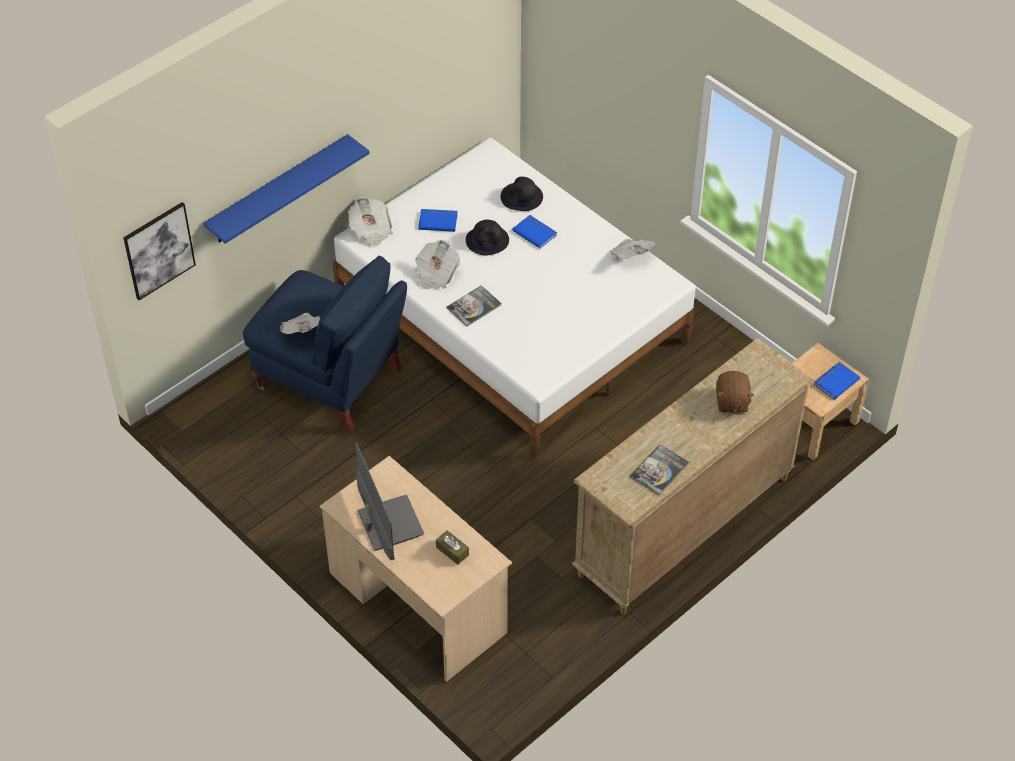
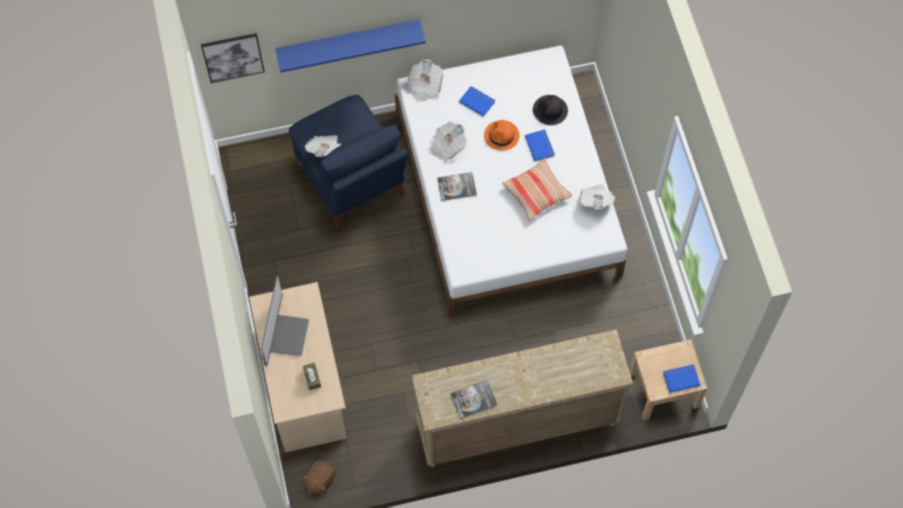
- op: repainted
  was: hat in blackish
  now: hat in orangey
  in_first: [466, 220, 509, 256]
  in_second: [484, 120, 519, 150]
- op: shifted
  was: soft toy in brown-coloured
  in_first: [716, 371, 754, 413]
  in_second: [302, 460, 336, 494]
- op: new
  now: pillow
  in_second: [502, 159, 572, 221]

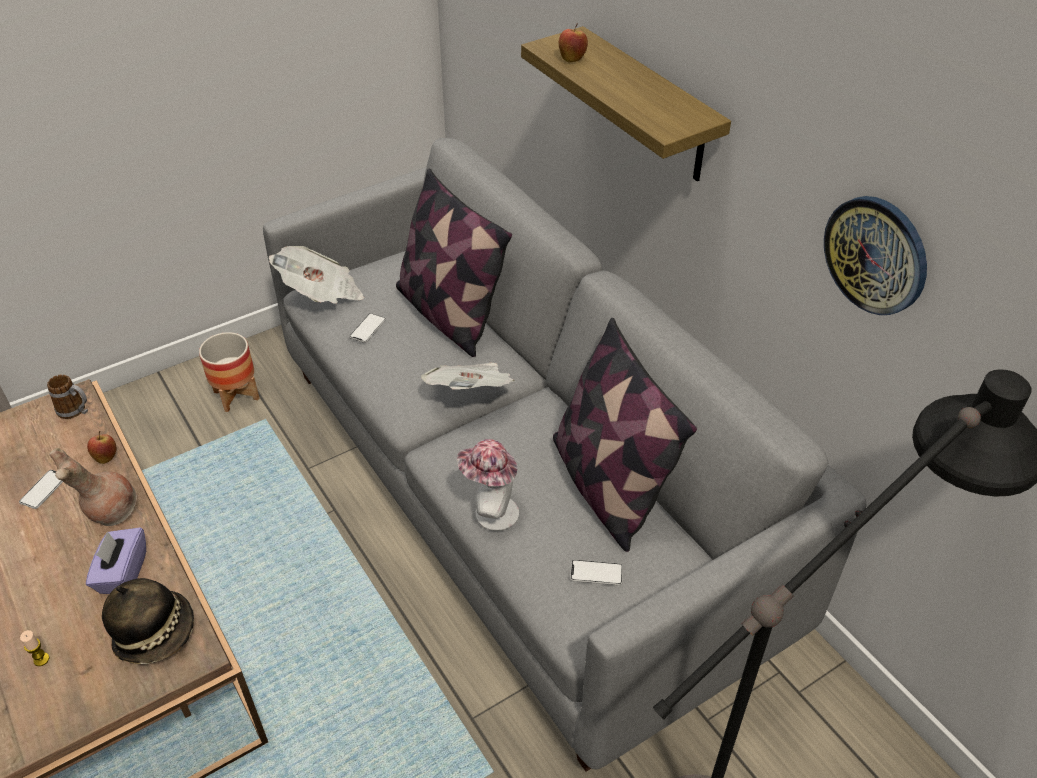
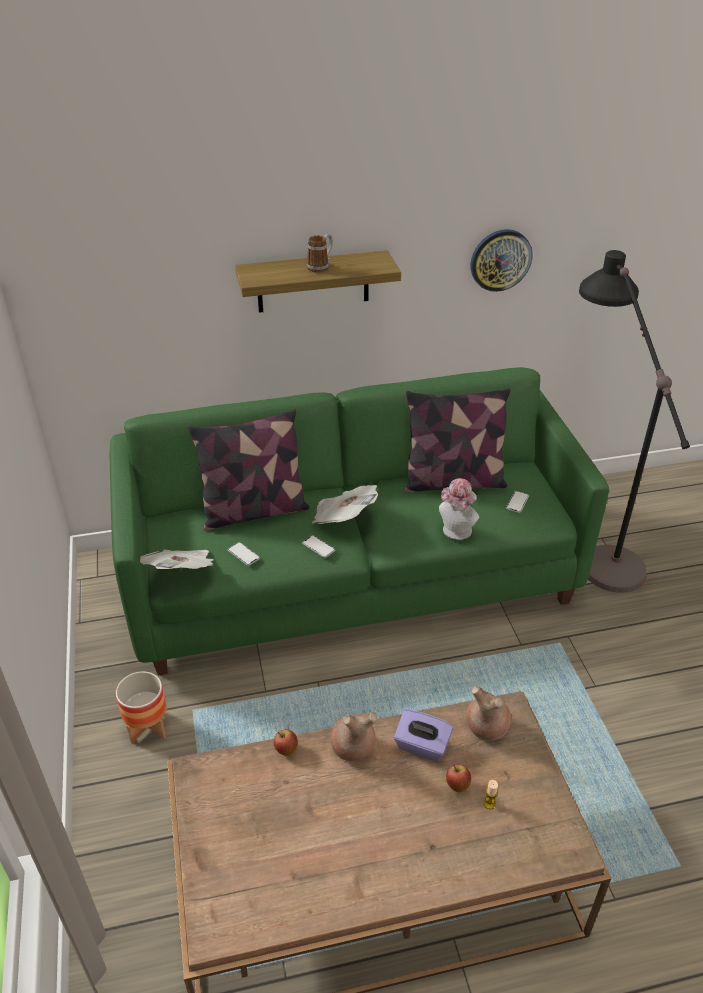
- op: shifted
  was: apple fruit
  in_first: [559, 23, 588, 62]
  in_second: [446, 764, 471, 792]
- op: repainted
  was: sofa in gray
  now: sofa in green
  in_first: [263, 138, 866, 772]
  in_second: [110, 367, 609, 675]
- op: shifted
  was: mug
  in_first: [47, 375, 88, 419]
  in_second: [307, 234, 333, 273]
- op: shifted
  was: telephone
  in_first: [19, 470, 63, 509]
  in_second: [302, 535, 335, 558]
- op: swapped
  was: hat
  now: flower vase in brown-coloured
  in_first: [102, 578, 194, 664]
  in_second: [466, 686, 511, 741]

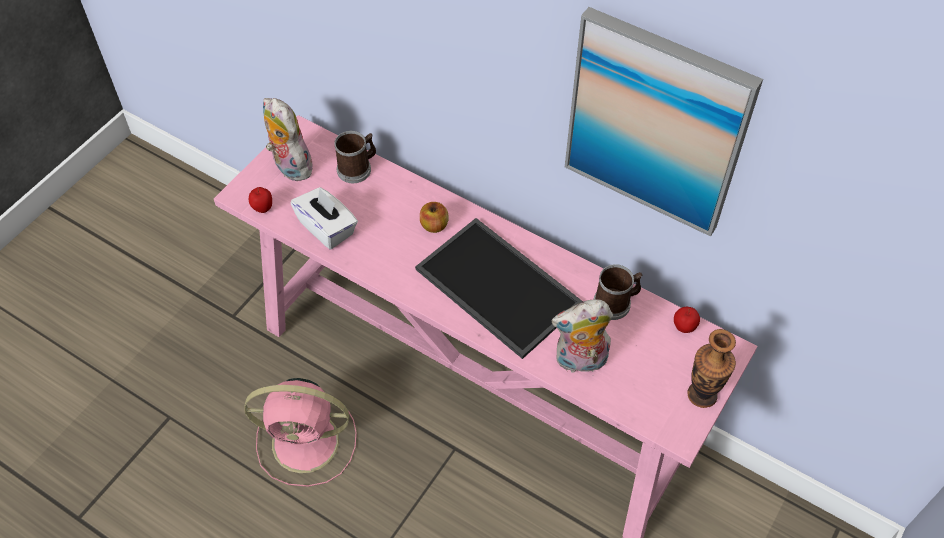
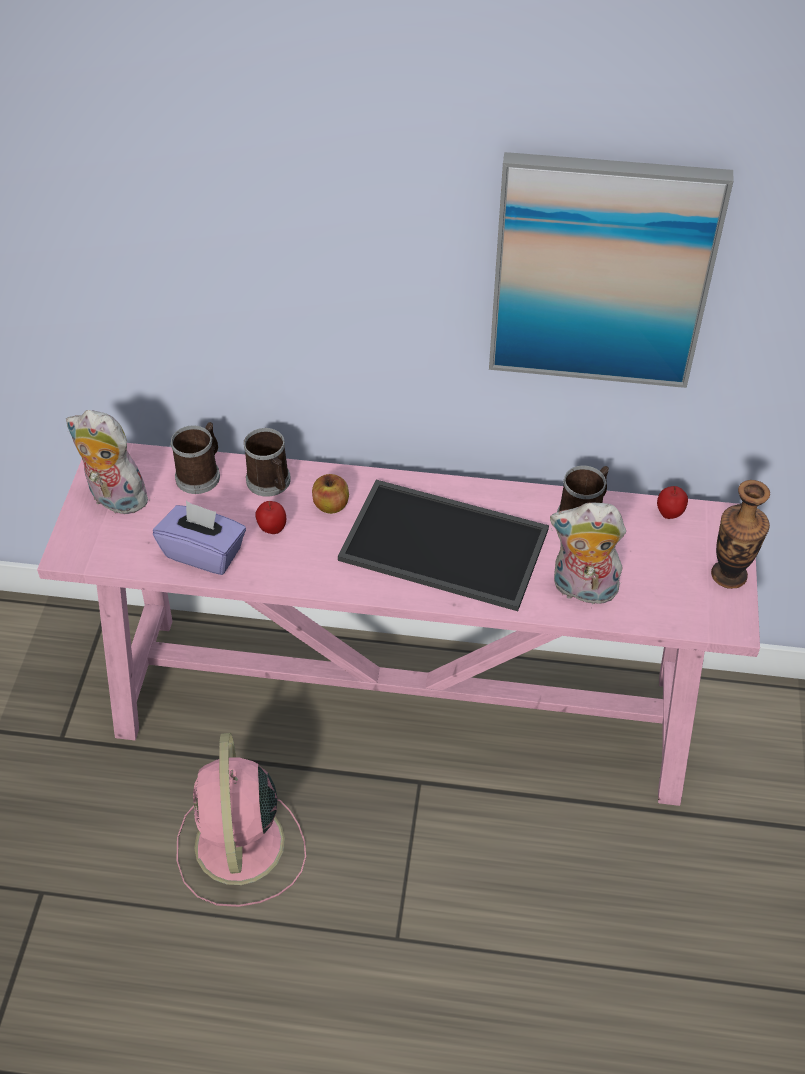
- op: shifted
  was: apple fruit
  in_first: [249, 187, 272, 213]
  in_second: [255, 501, 286, 534]
- op: repainted
  was: box of tissues in whitish
  now: box of tissues in purple-coloured
  in_first: [290, 187, 358, 250]
  in_second: [153, 501, 246, 575]
- op: rotated
  was: soft toy
  in_first: [552, 299, 613, 373]
  in_second: [550, 502, 626, 604]
  clockwise: 45
- op: rotated
  was: electric fan in pink
  in_first: [244, 378, 357, 487]
  in_second: [177, 733, 306, 907]
  clockwise: 105
- op: new
  now: mug
  in_second: [244, 428, 291, 497]

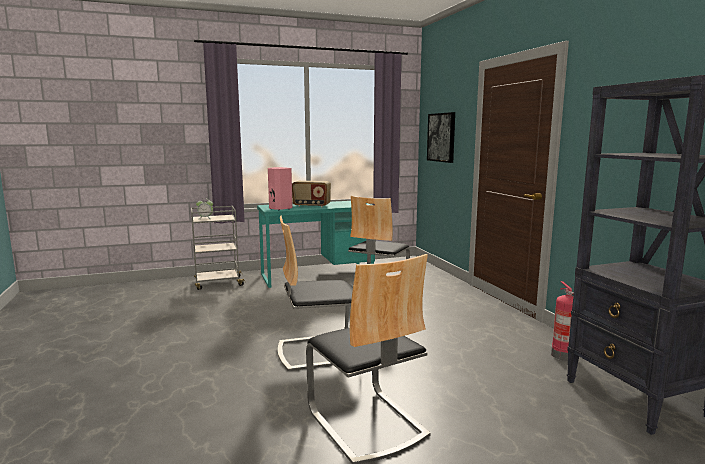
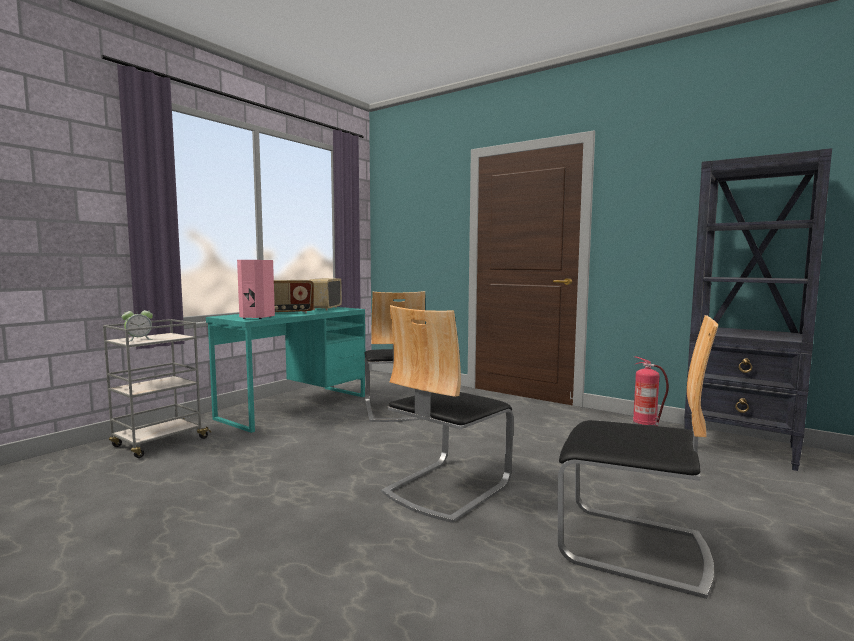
- op: gone
  was: wall art
  in_first: [427, 112, 455, 163]
- op: new
  now: radio set
  in_second: [309, 278, 342, 310]

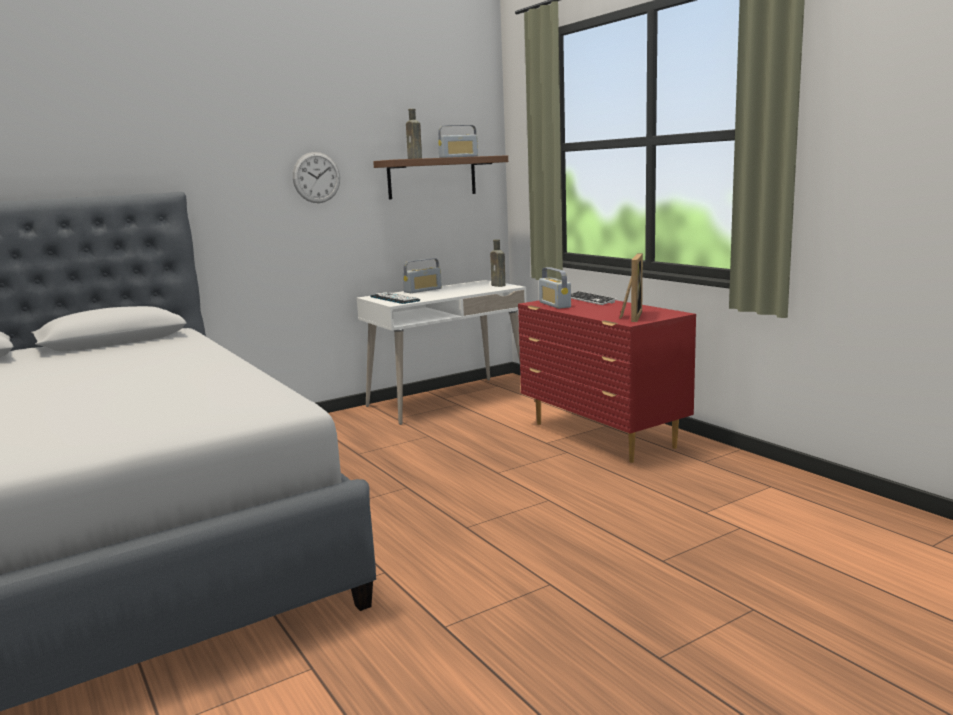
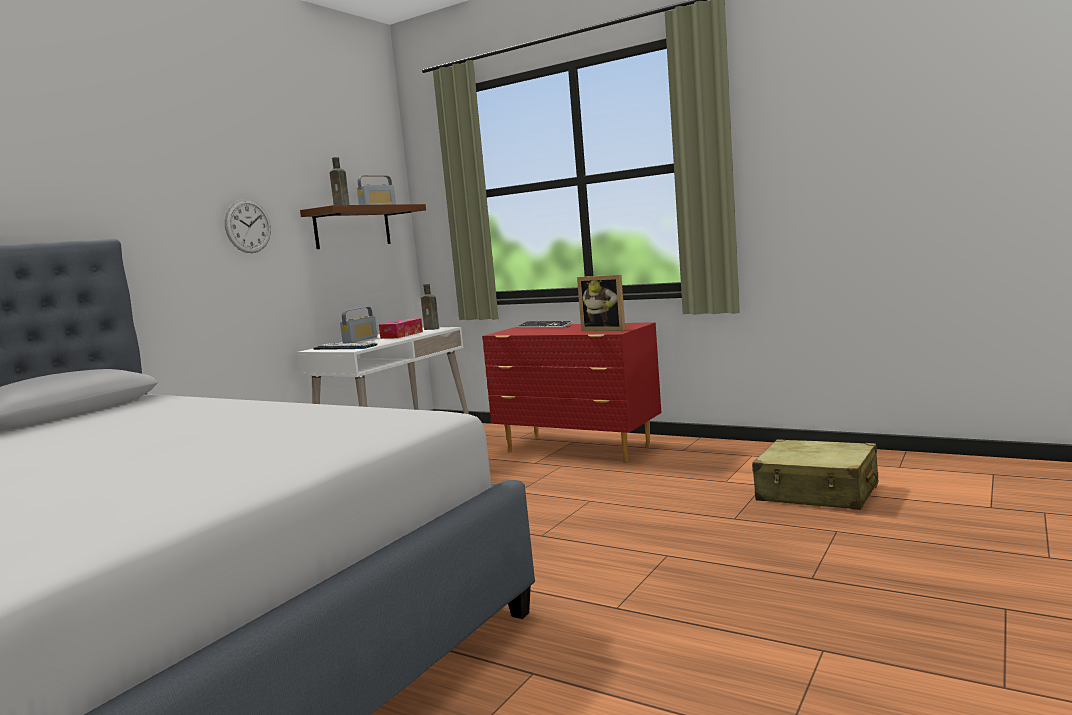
- op: rotated
  was: picture frame
  in_first: [620, 253, 643, 322]
  in_second: [577, 275, 625, 331]
  clockwise: 135
- op: gone
  was: radio set
  in_first: [539, 267, 571, 309]
- op: new
  now: box of tissues
  in_second: [379, 318, 423, 339]
- op: new
  now: suitcase in beige
  in_second: [752, 439, 879, 510]

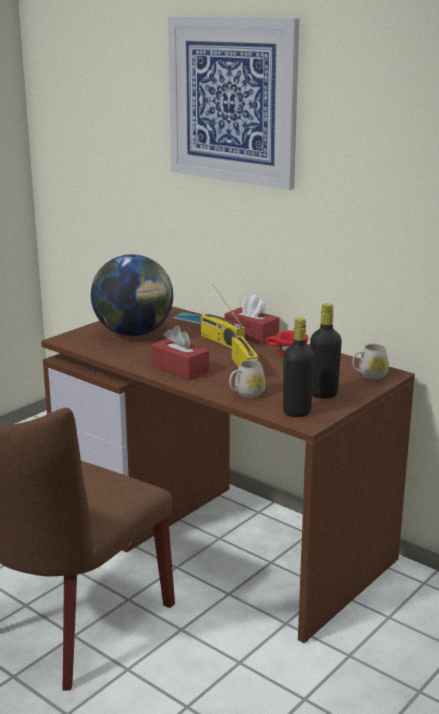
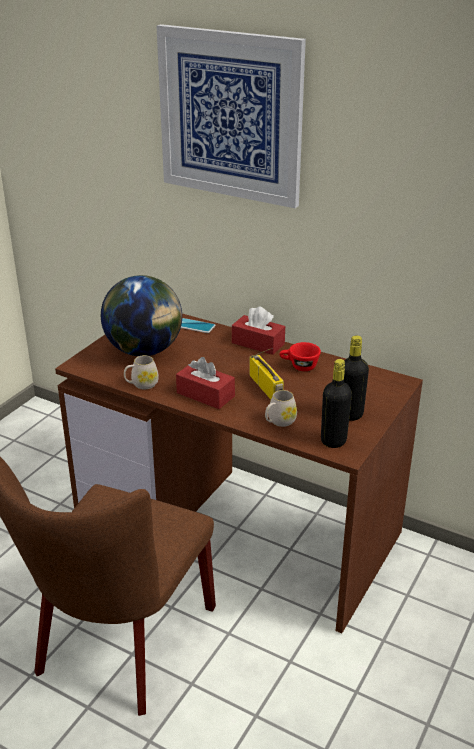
- op: gone
  was: radio set
  in_first: [201, 285, 245, 348]
- op: shifted
  was: mug in whitish
  in_first: [352, 344, 389, 379]
  in_second: [124, 355, 159, 389]

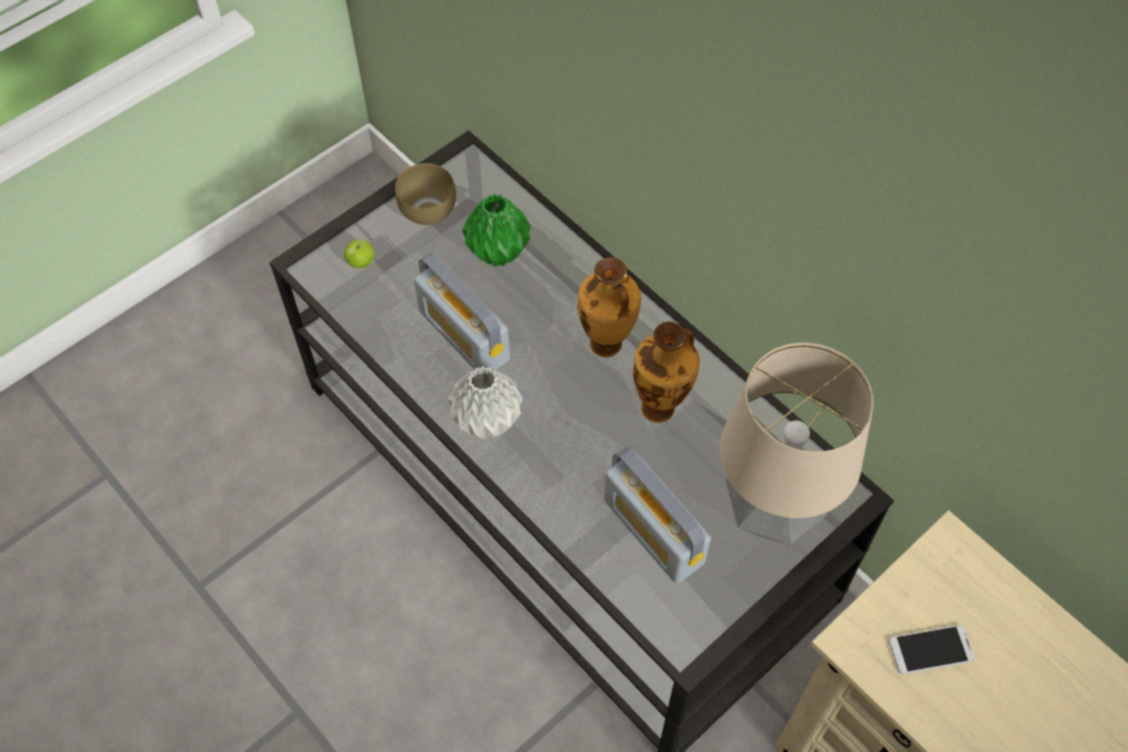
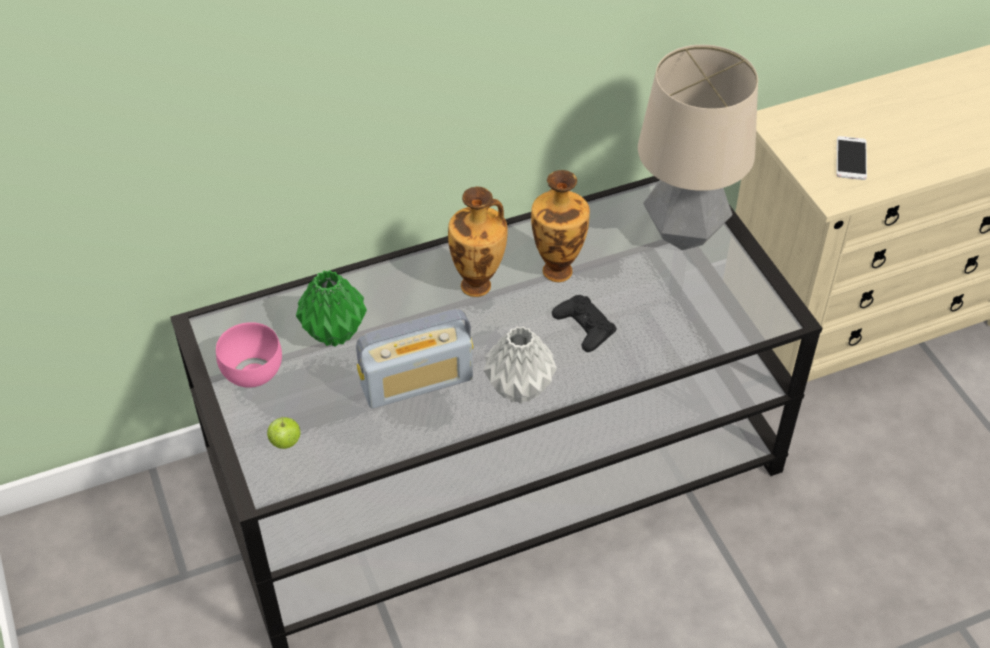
- op: repainted
  was: deep dish in brown-coloured
  now: deep dish in pink
  in_first: [395, 163, 456, 225]
  in_second: [216, 322, 282, 388]
- op: gone
  was: radio set
  in_first: [604, 447, 711, 583]
- op: new
  now: game controller in blackish
  in_second: [552, 295, 617, 352]

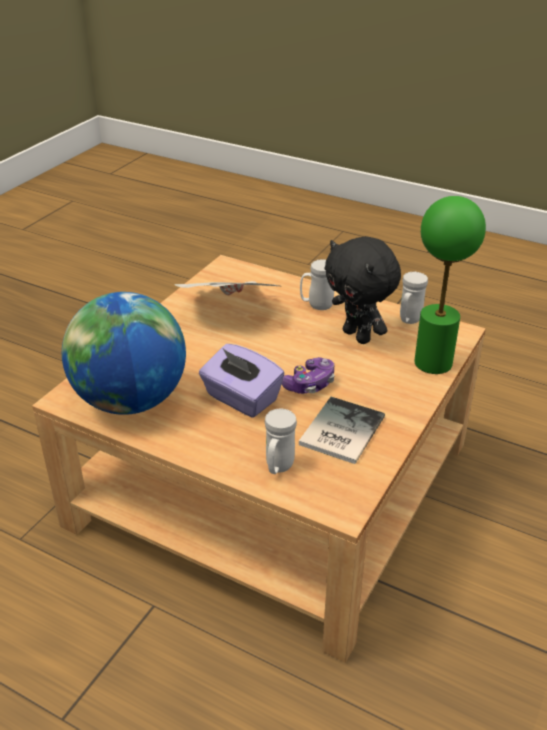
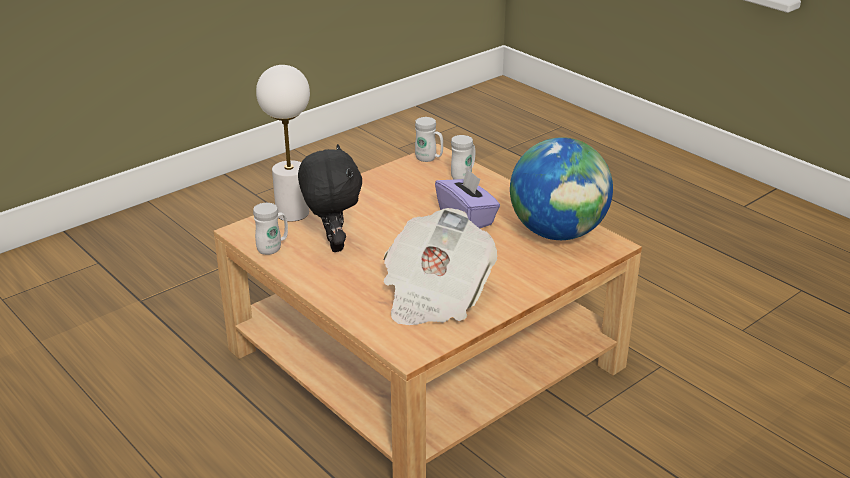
- op: repainted
  was: tabletop lamp in green
  now: tabletop lamp in whitish
  in_first: [414, 196, 486, 374]
  in_second: [256, 65, 310, 221]
- op: shifted
  was: mug in whitish
  in_first: [300, 259, 334, 310]
  in_second: [415, 117, 443, 162]
- op: gone
  was: game controller
  in_first: [282, 357, 335, 394]
- op: gone
  was: volume
  in_first: [299, 397, 385, 464]

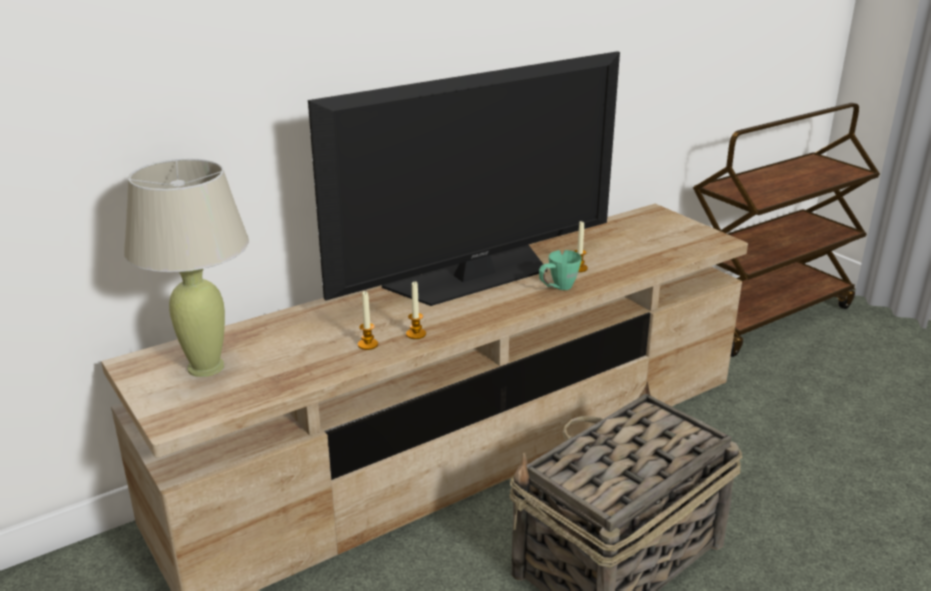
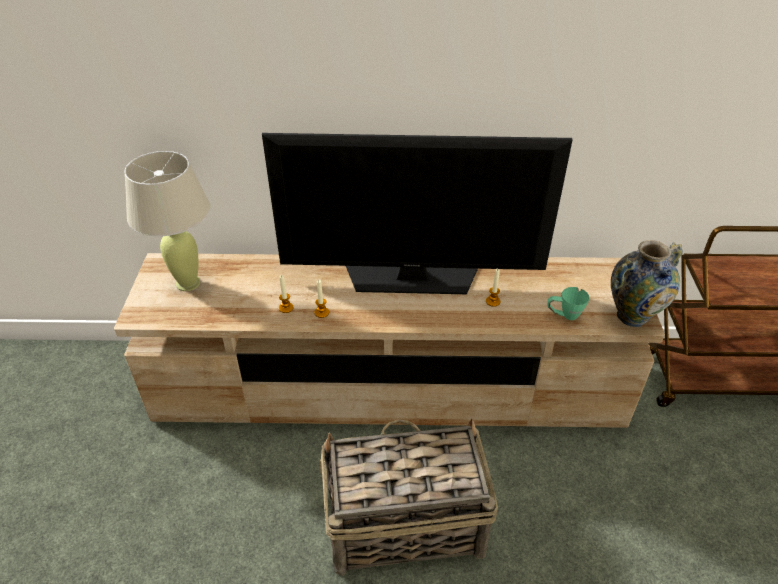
- op: shifted
  was: mug in green
  in_first: [539, 250, 582, 290]
  in_second: [548, 287, 590, 320]
- op: new
  now: flower vase
  in_second: [611, 240, 683, 327]

